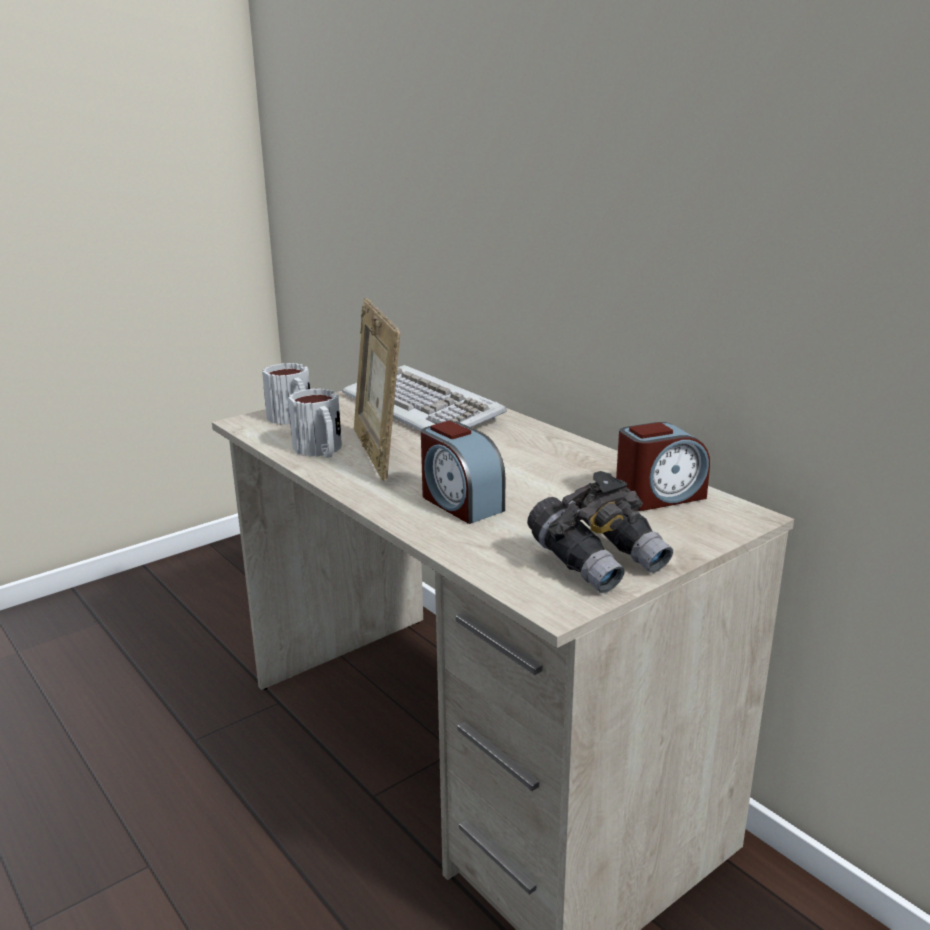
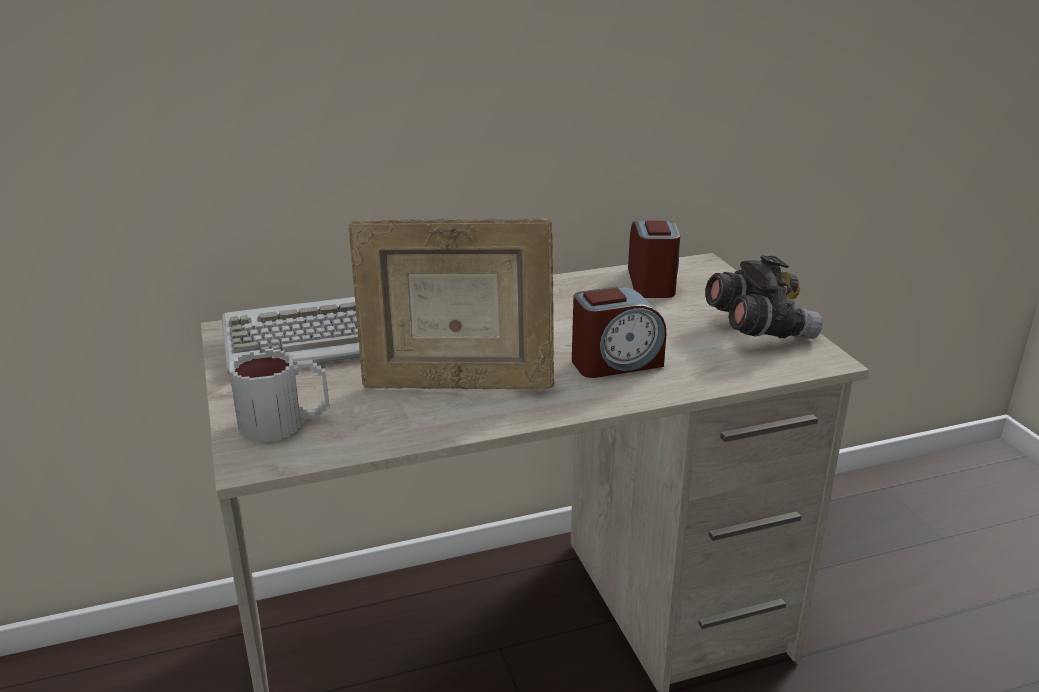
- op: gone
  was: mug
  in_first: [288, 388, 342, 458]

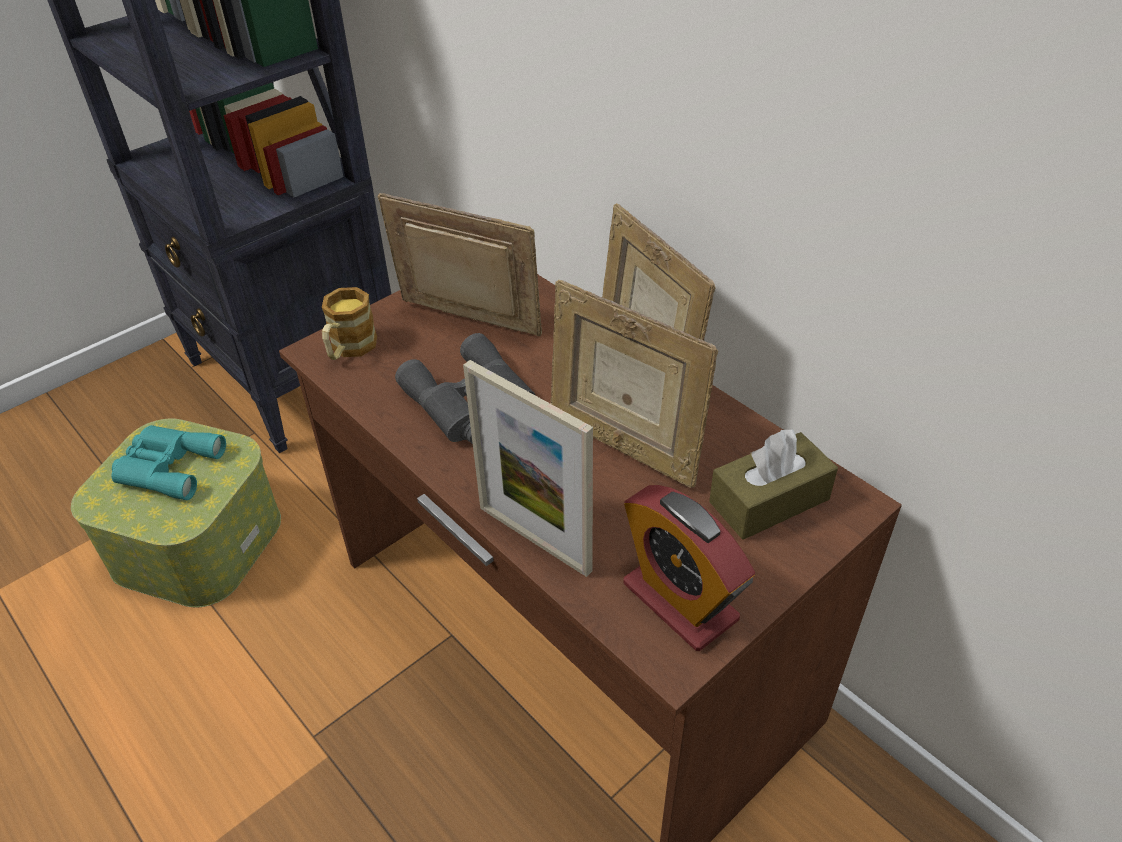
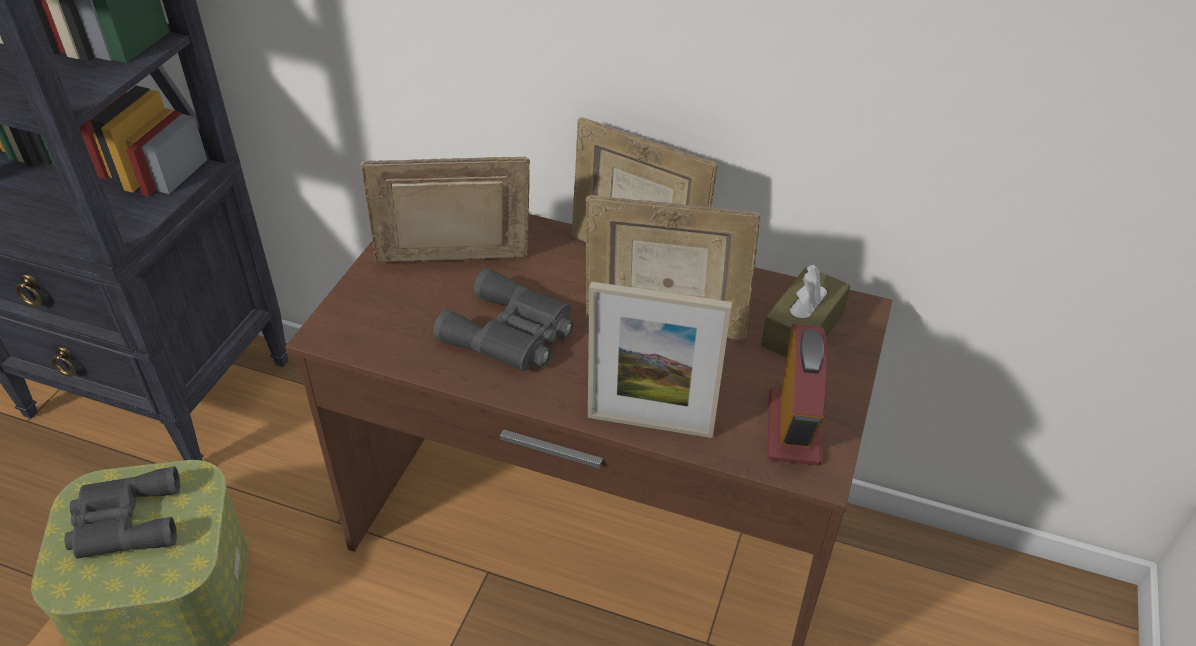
- op: gone
  was: mug
  in_first: [322, 287, 377, 360]
- op: repainted
  was: binoculars in turquoise
  now: binoculars in gray
  in_first: [112, 425, 226, 500]
  in_second: [64, 466, 180, 559]
- op: rotated
  was: bedside clock
  in_first: [623, 485, 755, 651]
  in_second: [768, 324, 827, 466]
  clockwise: -105

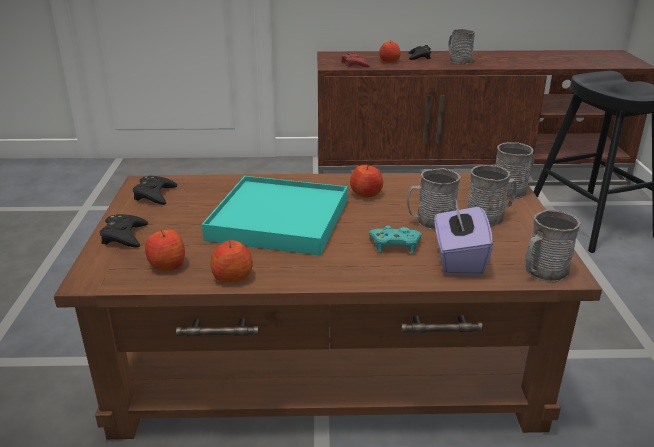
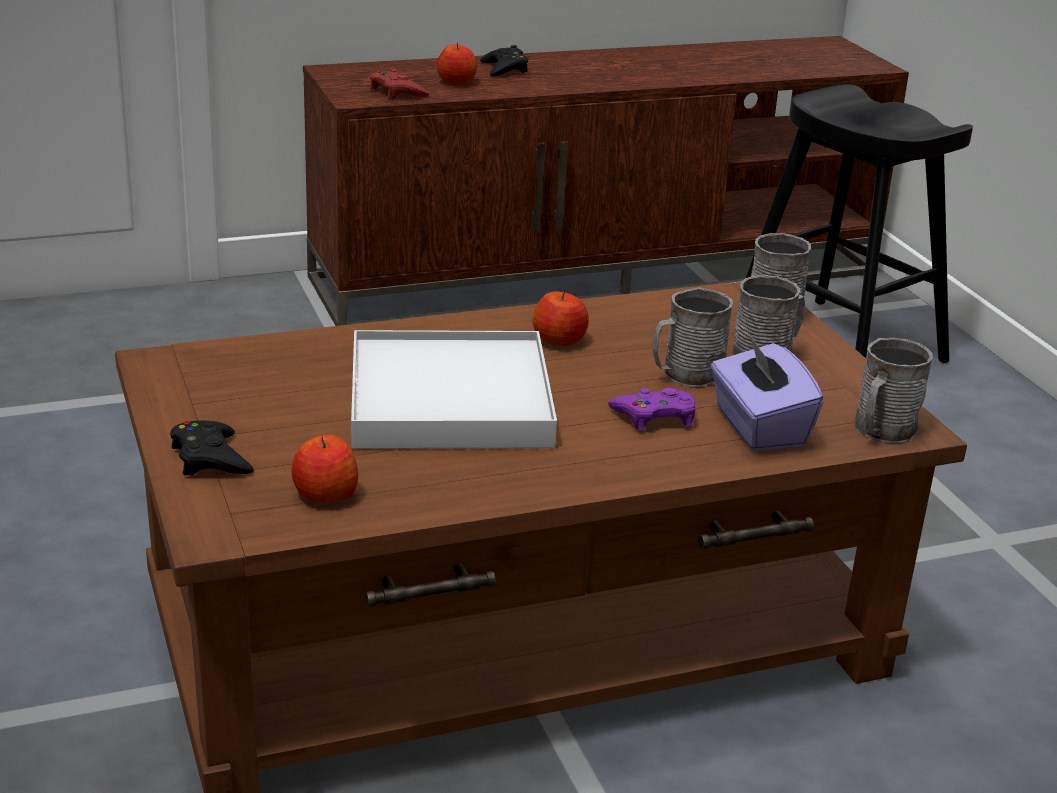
- op: gone
  was: mug in gray
  in_first: [448, 29, 475, 64]
- op: gone
  was: game controller in blackish
  in_first: [133, 175, 177, 205]
- op: repainted
  was: serving tray in turquoise
  now: serving tray in whitish
  in_first: [202, 176, 347, 255]
  in_second: [351, 330, 557, 449]
- op: repainted
  was: game controller in turquoise
  now: game controller in purple-coloured
  in_first: [369, 226, 422, 253]
  in_second: [608, 388, 695, 431]
- op: gone
  was: apple fruit
  in_first: [211, 240, 253, 283]

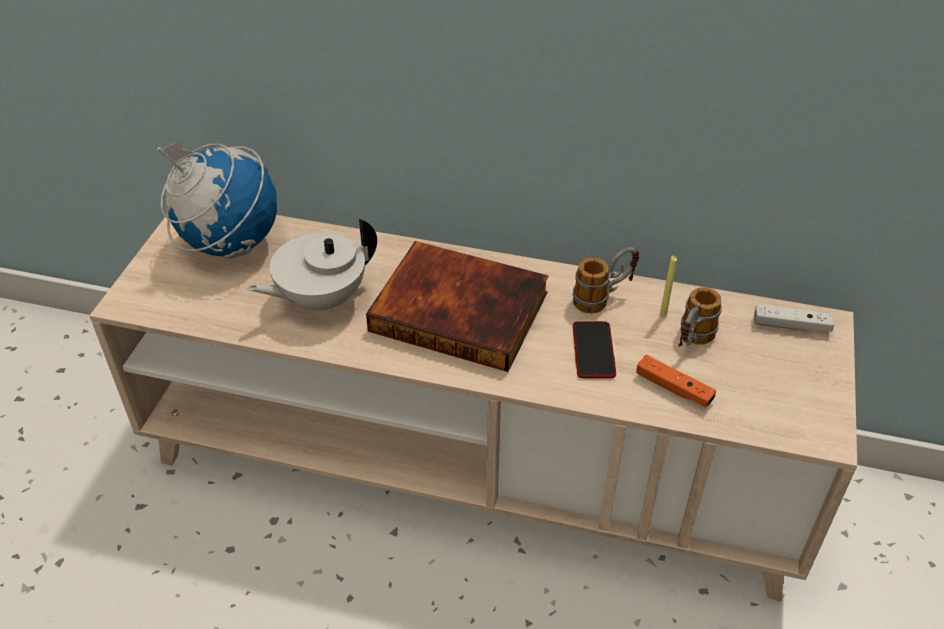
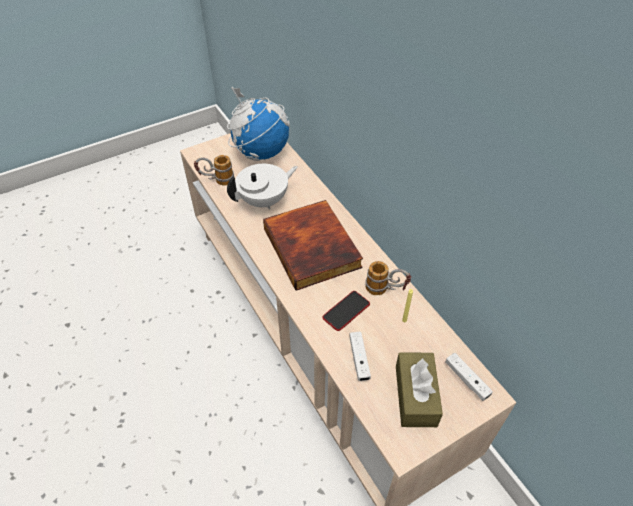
- op: rotated
  was: pot for tea in whitish
  in_first: [248, 219, 377, 312]
  in_second: [227, 164, 298, 210]
  clockwise: 135
- op: shifted
  was: mug
  in_first: [678, 287, 722, 347]
  in_second: [194, 155, 234, 186]
- op: repainted
  was: game controller in orangey
  now: game controller in whitish
  in_first: [636, 355, 716, 408]
  in_second: [349, 332, 371, 381]
- op: new
  now: box of tissues in brown-coloured
  in_second: [396, 352, 443, 427]

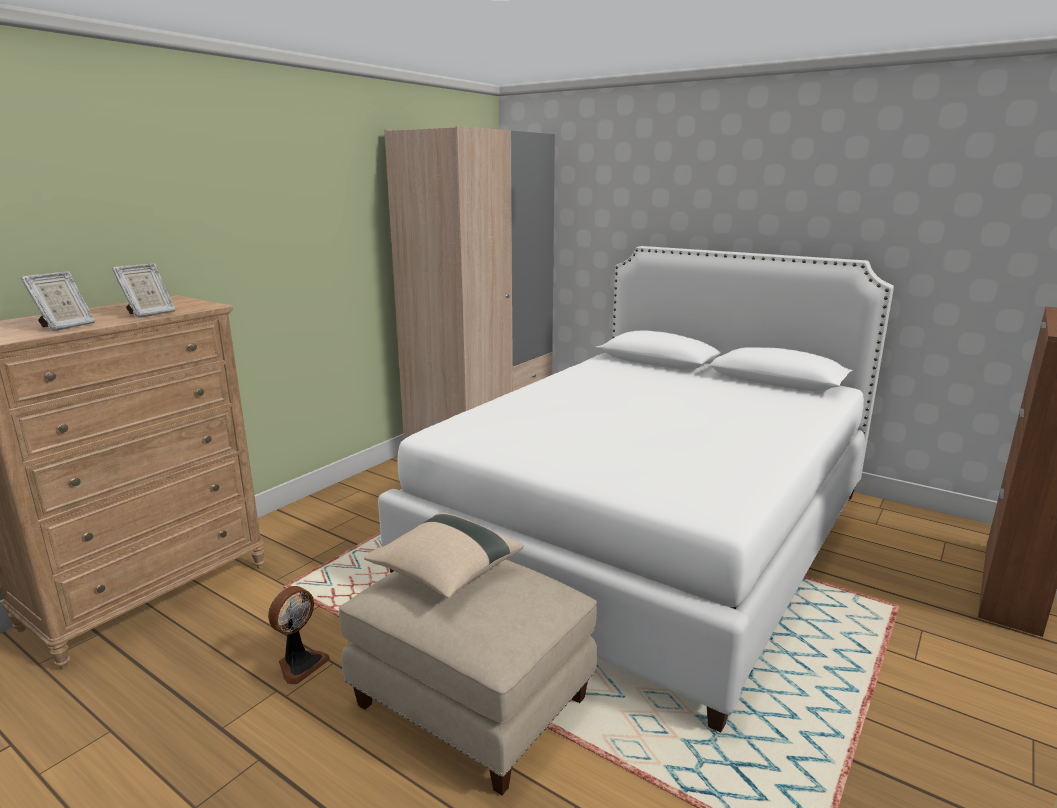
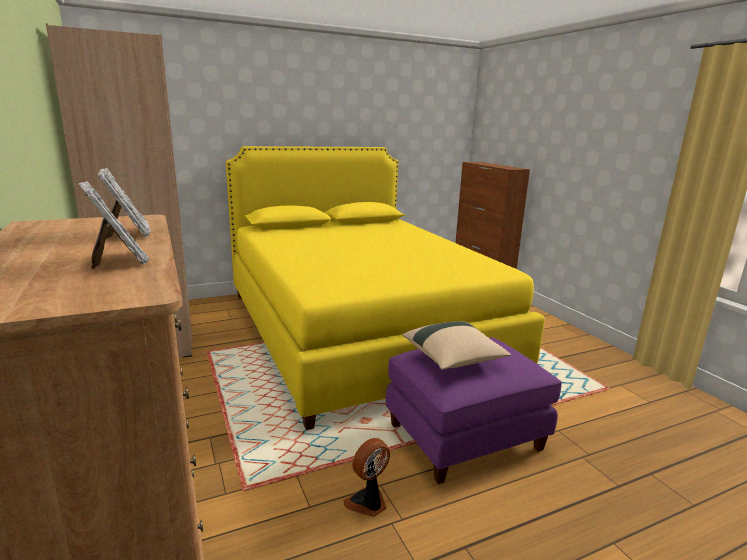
- op: repainted
  was: sleeping bed in whitish
  now: sleeping bed in yellow-coloured
  in_first: [378, 246, 894, 733]
  in_second: [226, 146, 545, 430]
- op: repainted
  was: footrest in beige
  now: footrest in purple-coloured
  in_first: [339, 559, 597, 795]
  in_second: [386, 337, 562, 484]
- op: rotated
  was: electric fan
  in_first: [268, 586, 330, 684]
  in_second: [344, 438, 390, 517]
  clockwise: -105

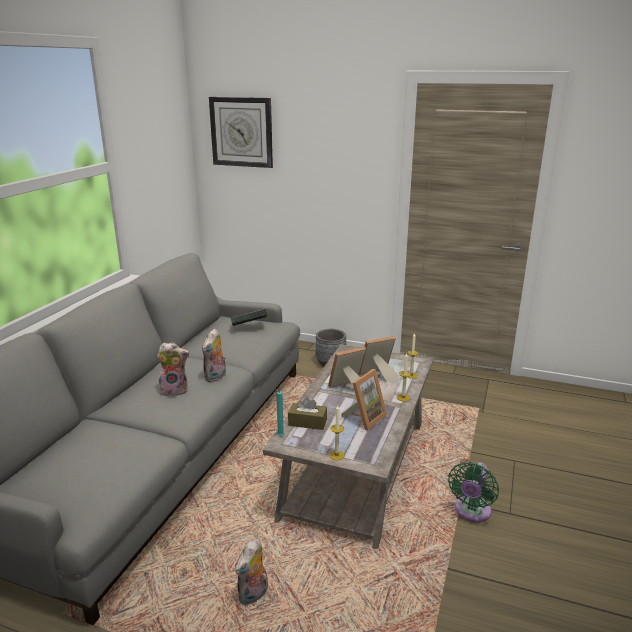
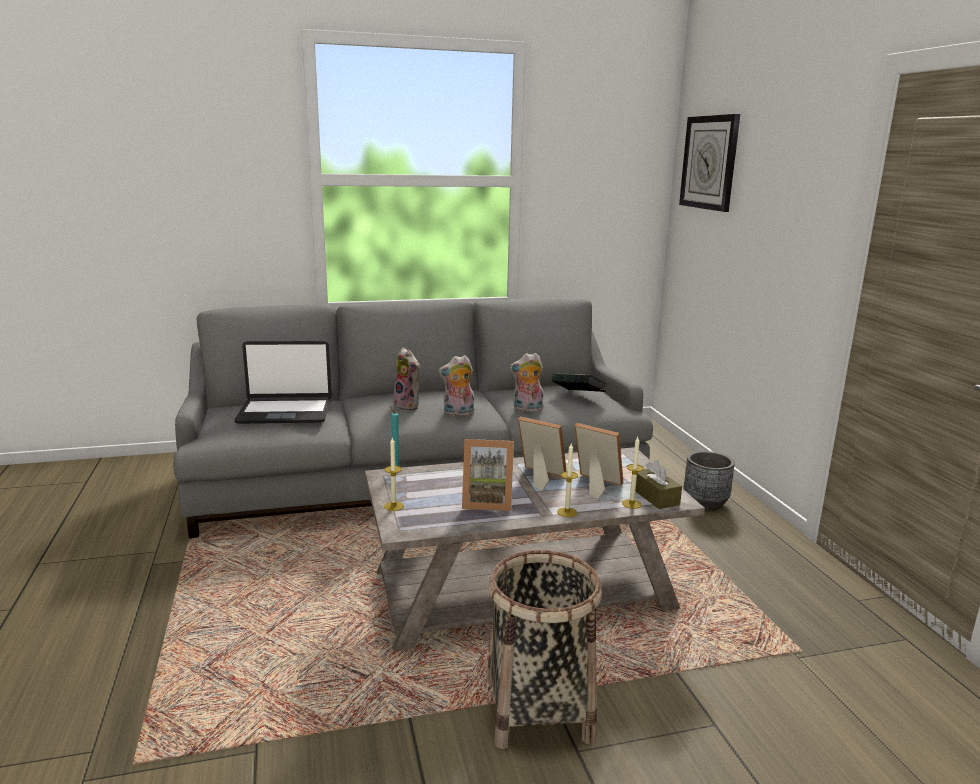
- op: shifted
  was: box of tissues in brown-coloured
  in_first: [288, 397, 327, 430]
  in_second: [635, 460, 682, 509]
- op: swapped
  was: electric fan in green
  now: basket
  in_first: [448, 462, 499, 522]
  in_second: [487, 550, 602, 749]
- op: shifted
  was: soft toy
  in_first: [235, 539, 268, 605]
  in_second: [509, 353, 544, 412]
- op: new
  now: laptop
  in_second: [234, 341, 332, 424]

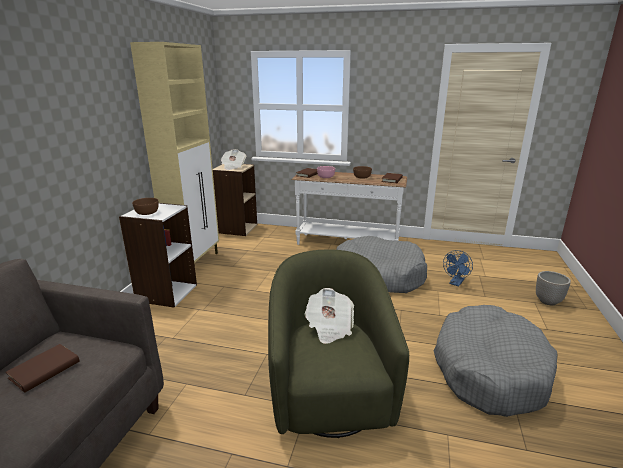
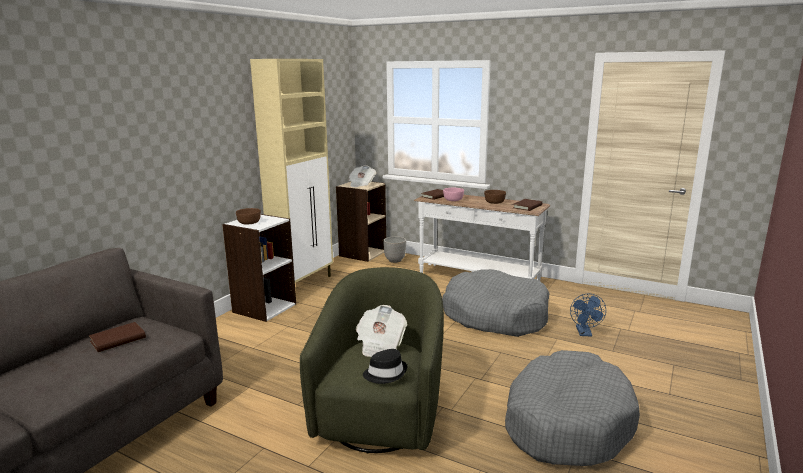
- op: rotated
  was: electric fan in blue
  in_first: [443, 250, 473, 287]
  in_second: [570, 293, 606, 336]
  clockwise: -45
- op: shifted
  was: plant pot
  in_first: [536, 271, 571, 306]
  in_second: [383, 236, 406, 263]
- op: new
  now: hat in blackish
  in_second: [363, 349, 407, 384]

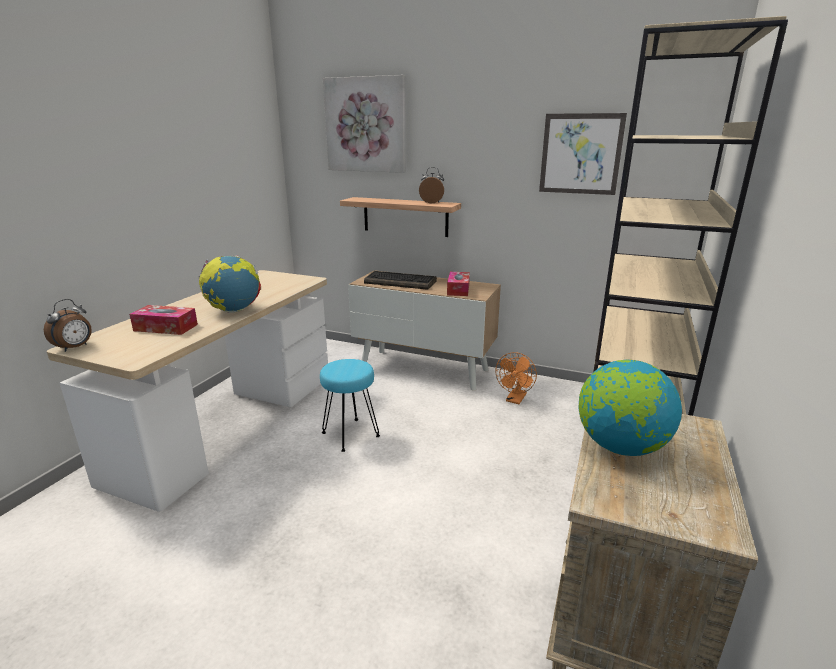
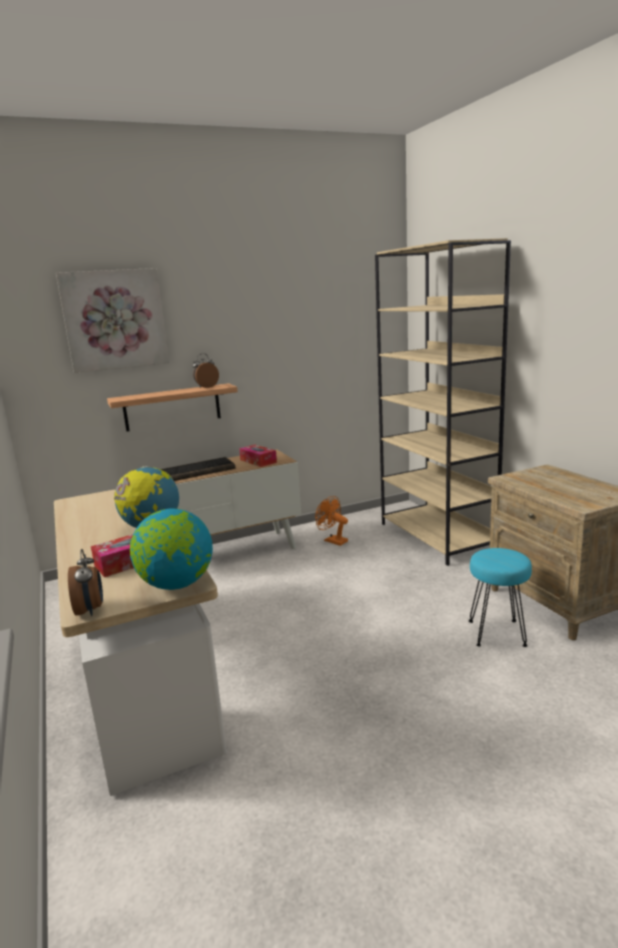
- op: gone
  was: wall art
  in_first: [539, 113, 627, 195]
- op: rotated
  was: electric fan in orangey
  in_first: [496, 352, 537, 404]
  in_second: [315, 496, 348, 546]
  clockwise: 150
- op: shifted
  was: sitting stool in turquoise
  in_first: [320, 359, 380, 452]
  in_second: [469, 548, 532, 647]
- op: shifted
  was: world globe
  in_first: [579, 360, 682, 456]
  in_second: [130, 508, 213, 590]

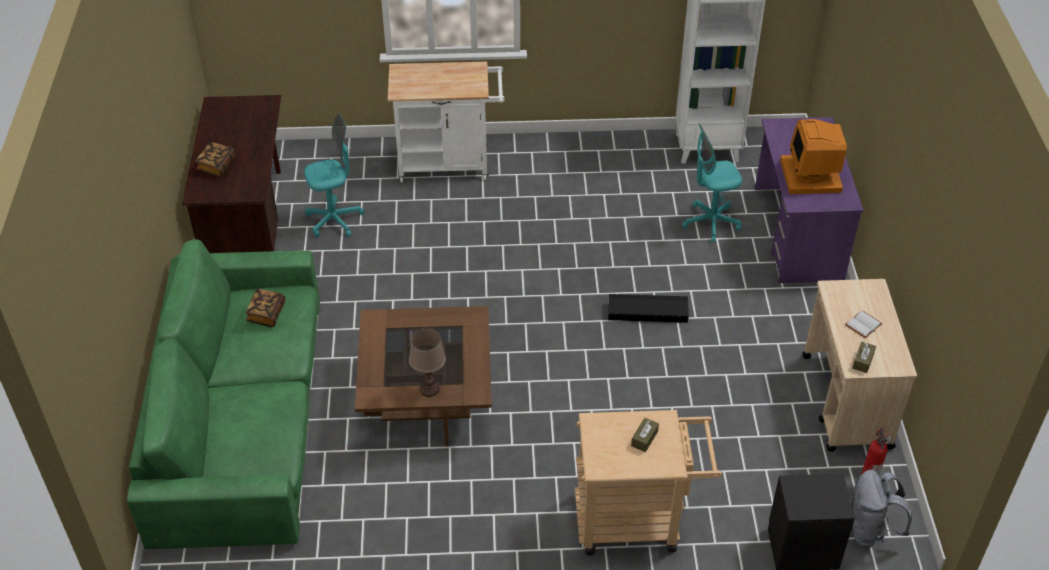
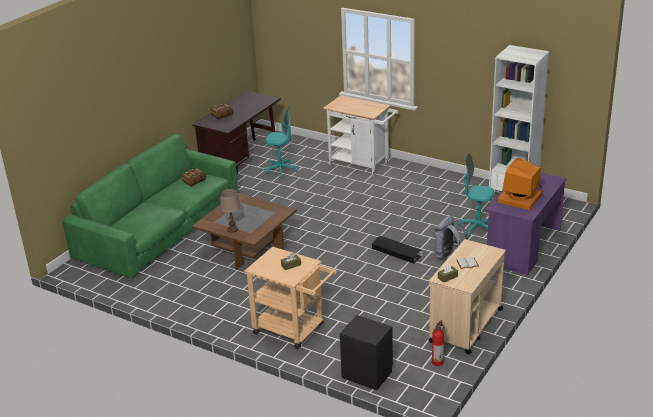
- op: shifted
  was: knapsack in gray
  in_first: [851, 469, 912, 547]
  in_second: [434, 216, 468, 259]

